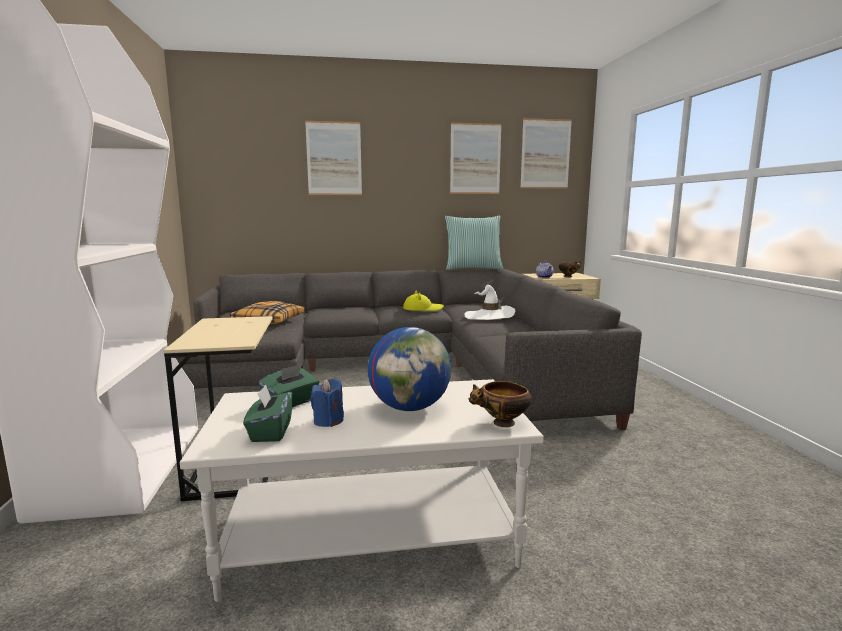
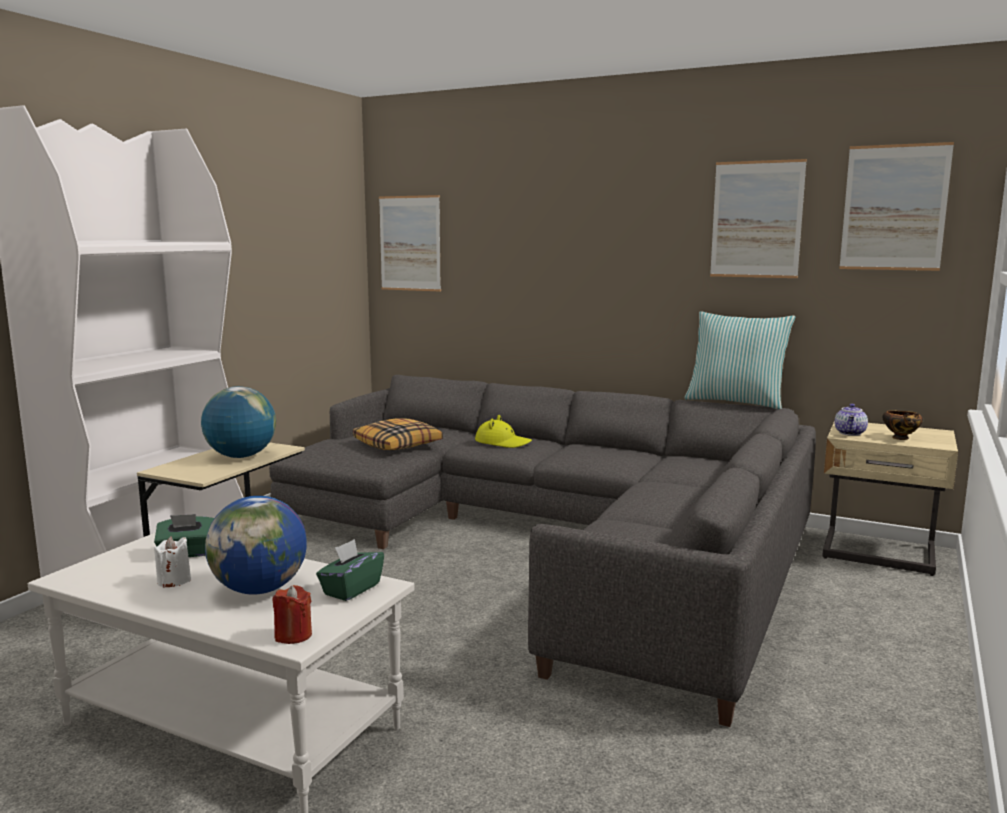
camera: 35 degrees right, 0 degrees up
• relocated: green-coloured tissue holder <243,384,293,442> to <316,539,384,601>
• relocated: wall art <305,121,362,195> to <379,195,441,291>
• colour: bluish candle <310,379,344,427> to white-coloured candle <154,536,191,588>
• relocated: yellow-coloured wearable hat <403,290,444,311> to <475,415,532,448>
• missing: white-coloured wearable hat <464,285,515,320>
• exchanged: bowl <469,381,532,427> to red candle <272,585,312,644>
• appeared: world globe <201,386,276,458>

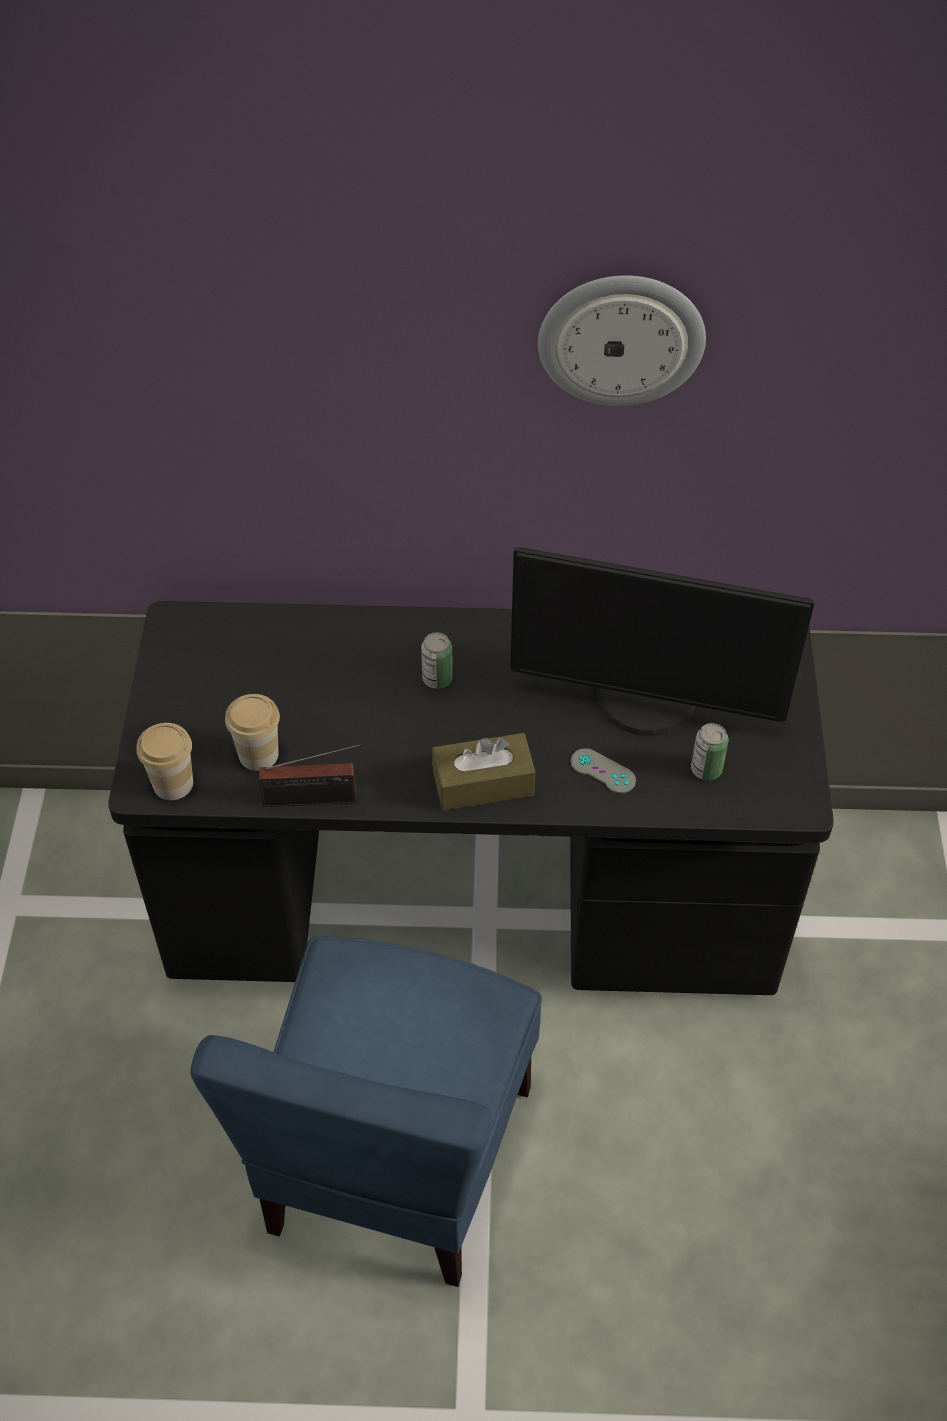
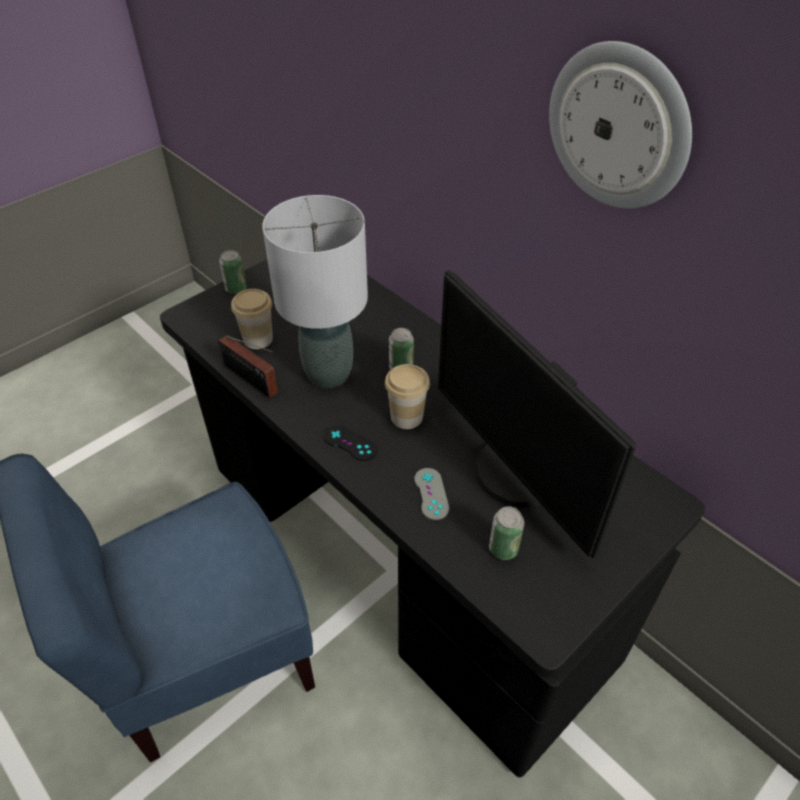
camera: 45 degrees right, 5 degrees down
• relocated: drinking cup <136,723,193,800> to <385,364,430,429>
• exchanged: brownish tissue holder <432,733,535,811> to black game controller <324,425,377,461>
• appeared: sealed can <219,250,247,294>
• appeared: greyish lamp for a table <262,195,368,388>

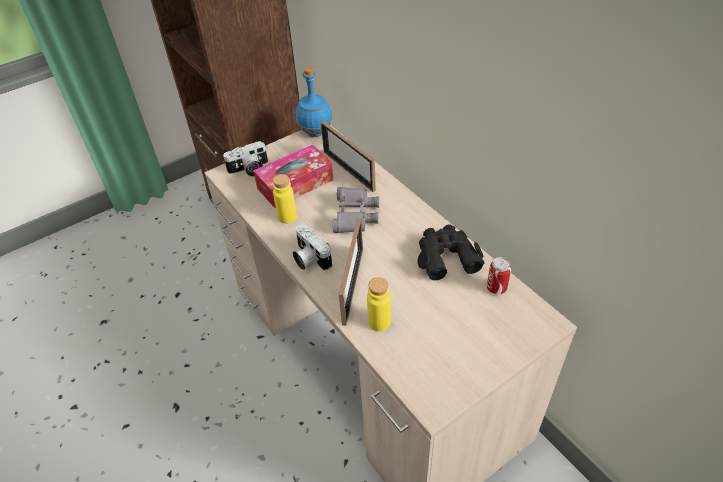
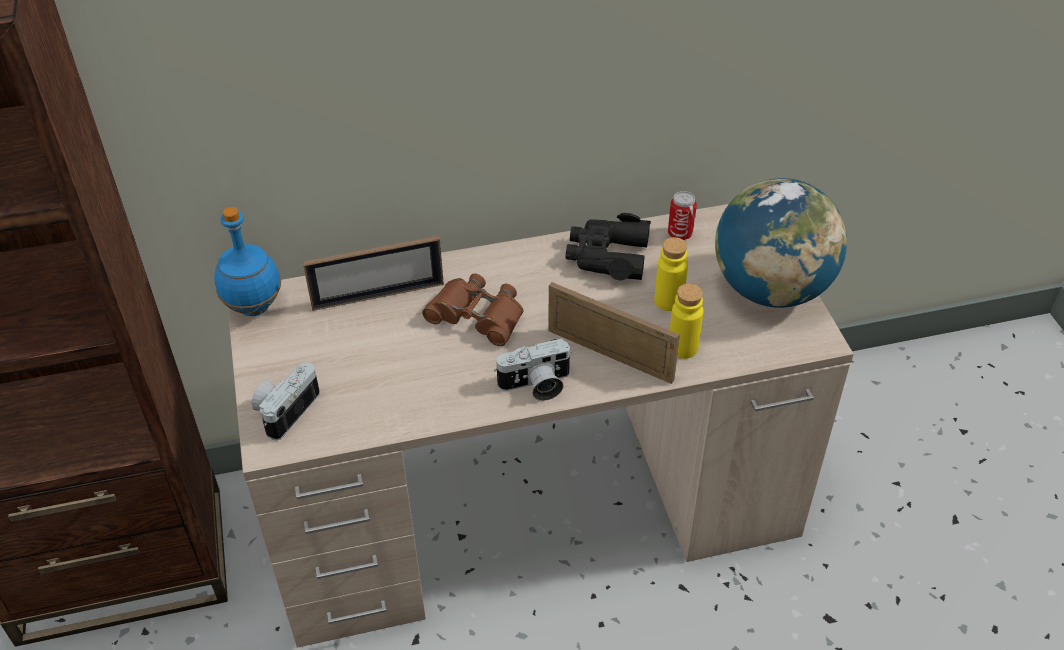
camera: 70 degrees left, 0 degrees up
• spun: still camera <223,141,268,177> = <252,362,320,441> 150 degrees counterclockwise
• missing: tissue holder <253,145,333,208>
• relocated: yellow-coloured bottle <273,174,297,224> to <654,237,688,311>
• colour: greyish binoculars <333,187,379,233> to brownish binoculars <422,273,524,346>
• appeared: world globe <715,178,847,308>

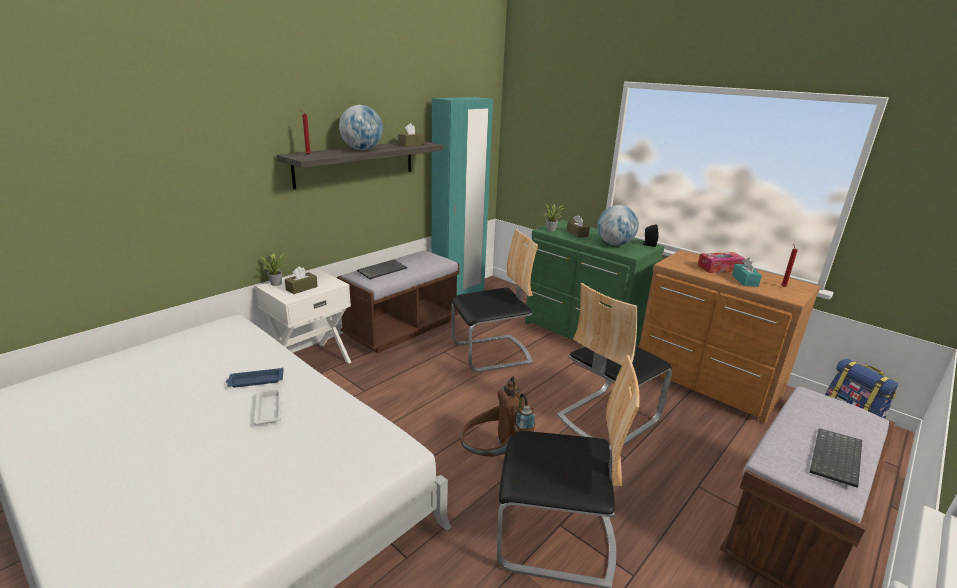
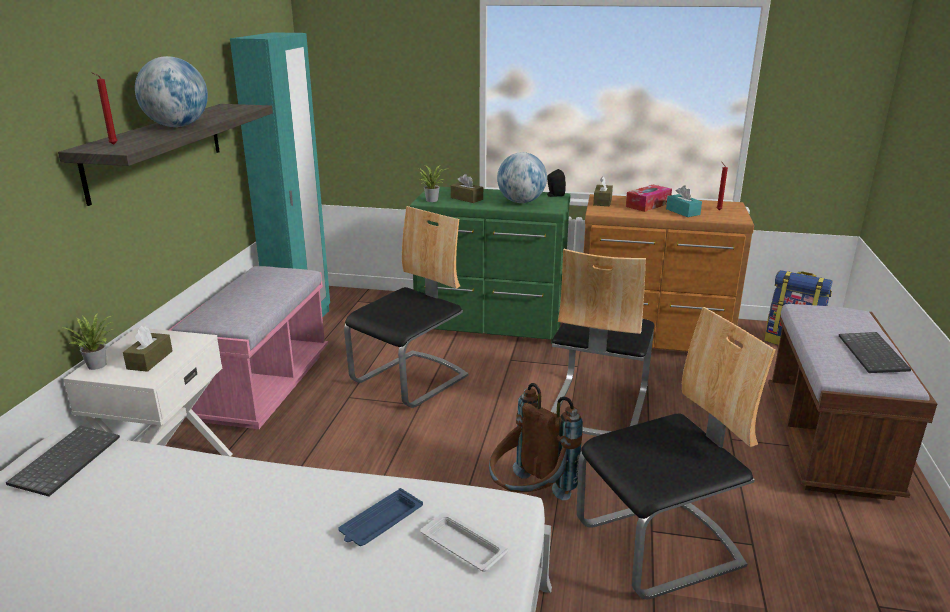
camera: 30 degrees left, 0 degrees up
• relocated: bluish serving tray <226,367,284,388> to <338,488,423,546>
• relocated: white-coloured serving tray <254,388,282,424> to <420,513,508,572>
• colour: brownish bench <337,251,459,353> to pink bench <169,266,328,429>
• relocated: PC keyboard <357,260,407,279> to <6,426,120,496>
• relocated: brownish tissue holder <398,123,425,147> to <593,176,613,206>

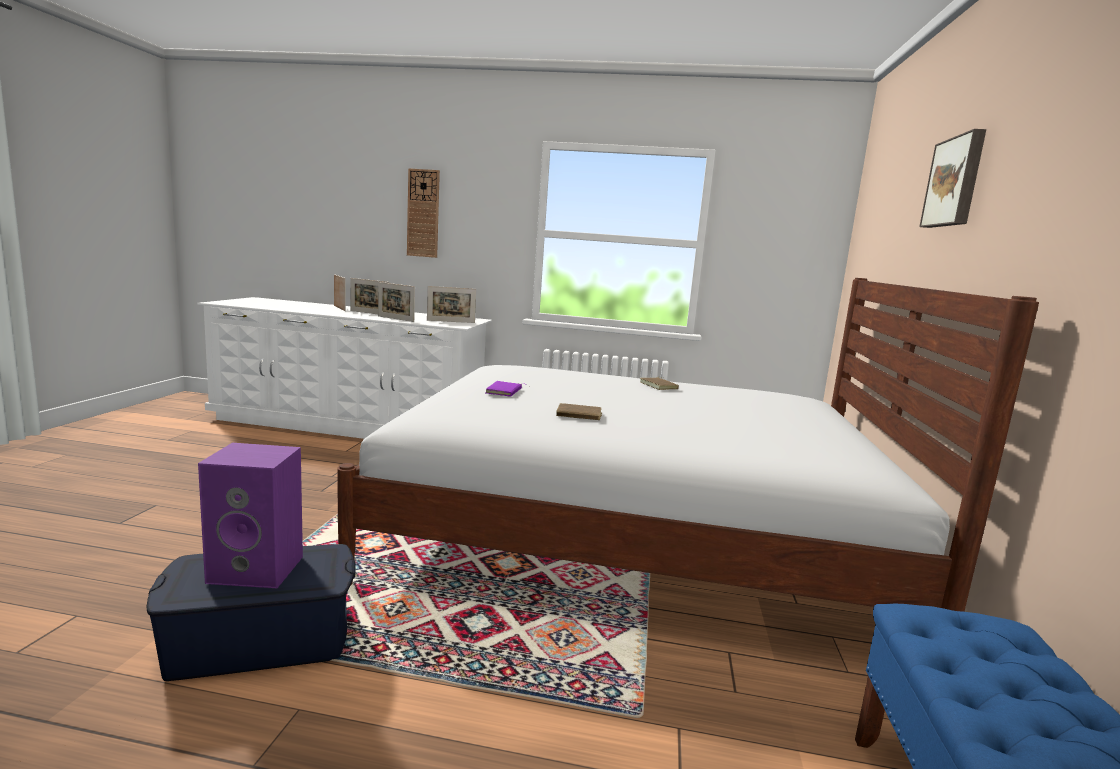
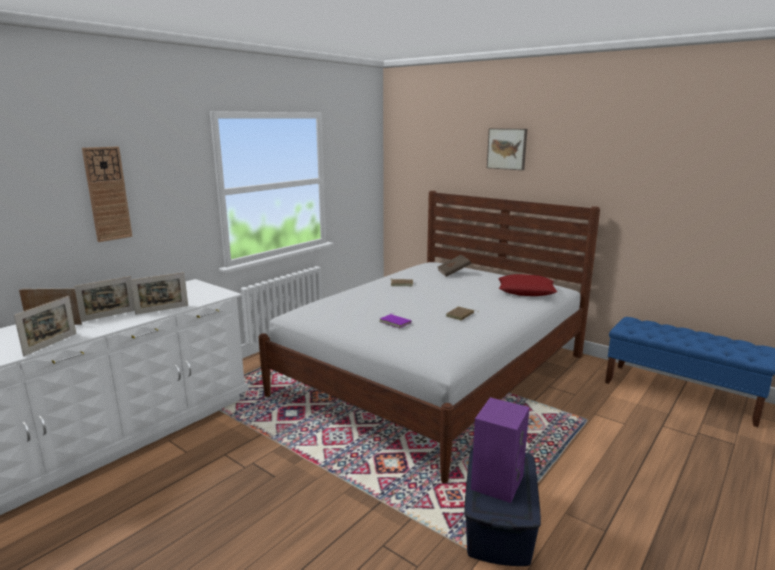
camera: 60 degrees left, 5 degrees up
• relocated: photo frame <427,286,476,323> to <14,296,76,356>
• appeared: brownish volume <437,255,471,277>
• appeared: red throw pillow <498,274,557,296>

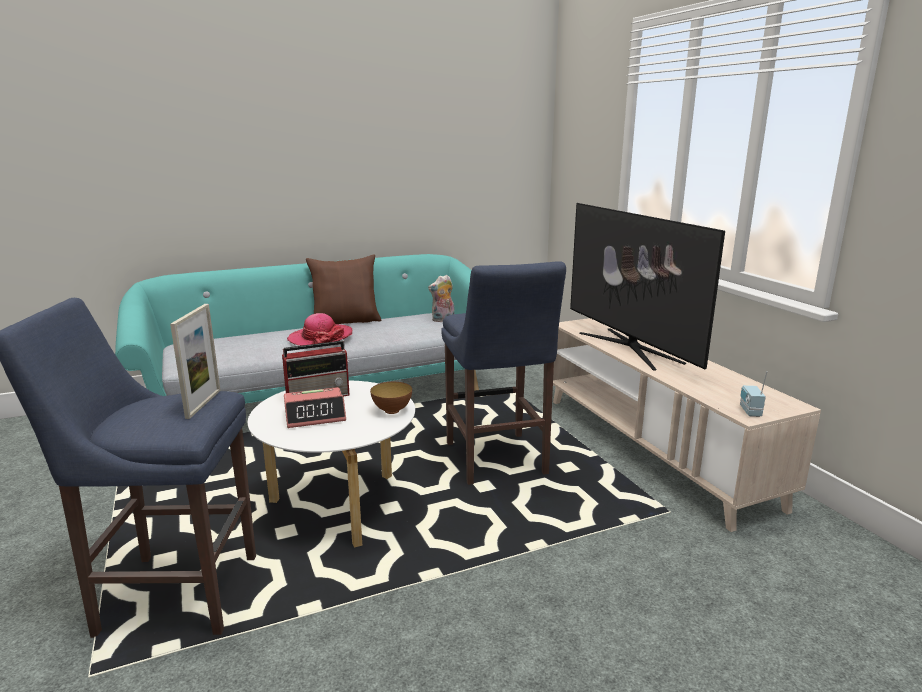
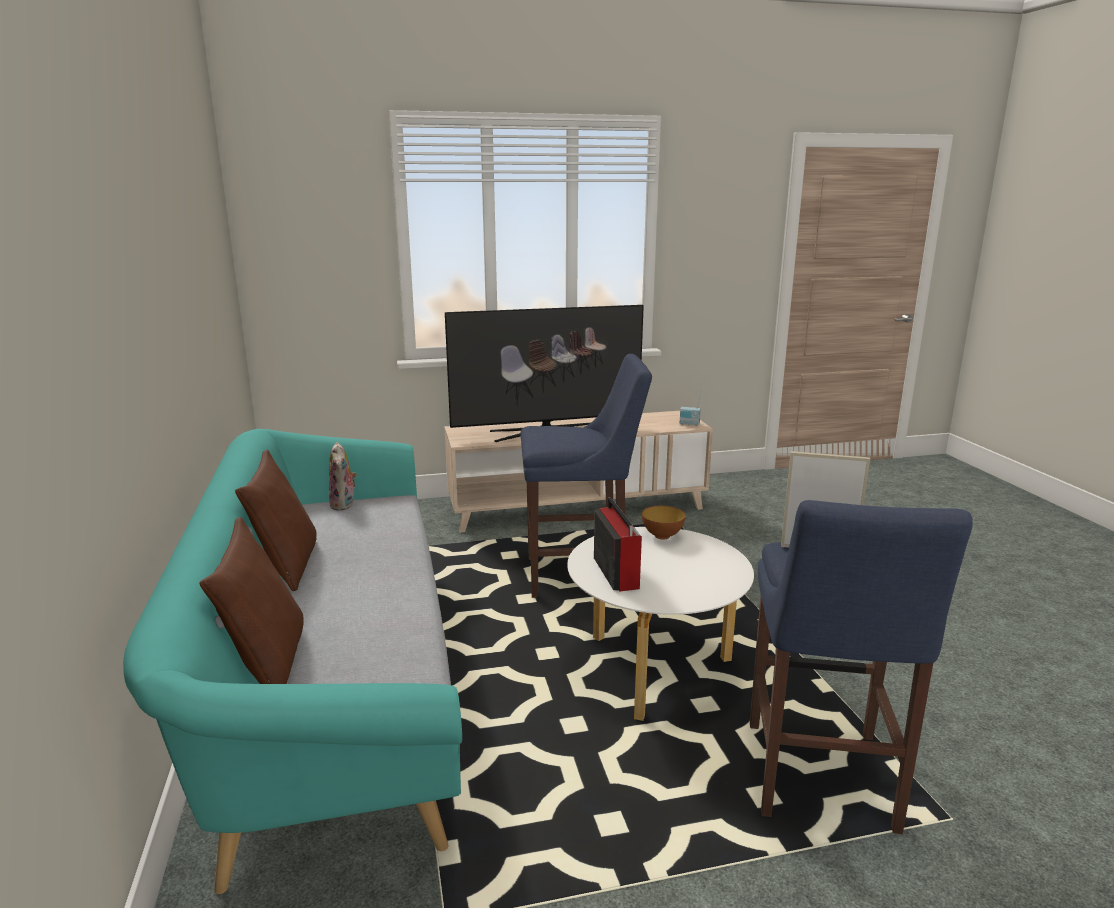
camera: 80 degrees left, 0 degrees up
• missing: bedside clock <284,387,346,428>
• missing: wearable hat <287,313,353,346>
• appeared: brownish throw pillow <200,517,304,684>

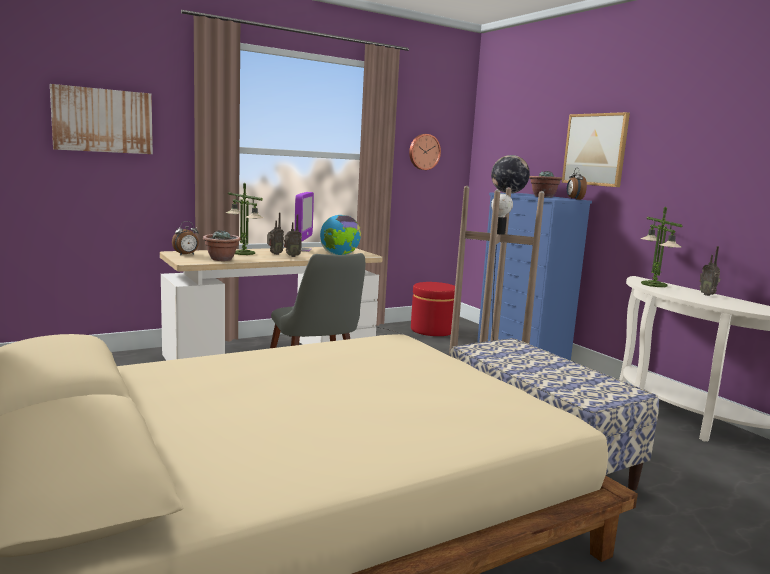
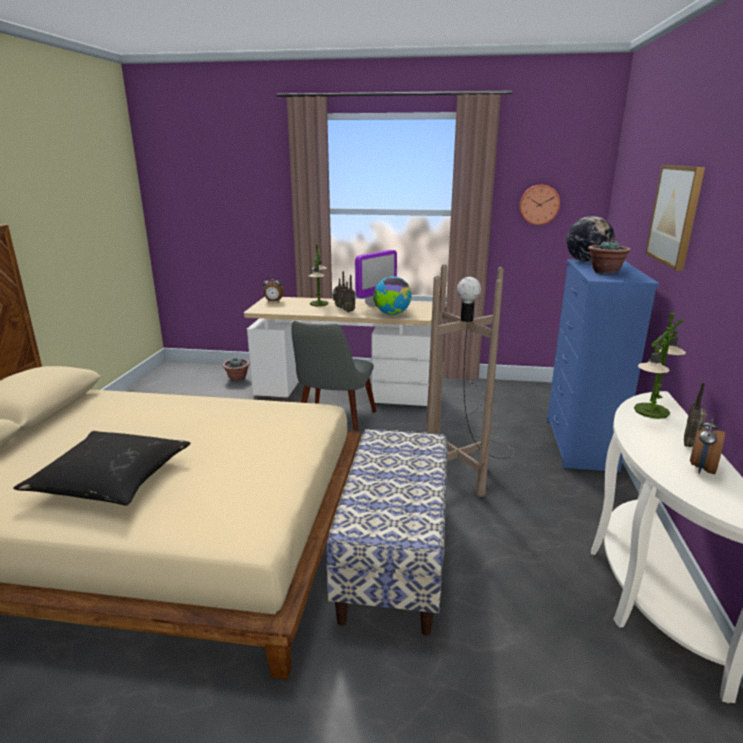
camera: 40 degrees right, 10 degrees up
• missing: wall art <50,84,153,154>
• relocated: potted plant <203,230,241,261> to <223,358,250,381>
• missing: red pouffe <411,282,455,336>
• relocated: bedside clock <567,168,587,200> to <690,415,725,474>
• appeared: black throw pillow <14,431,190,505>

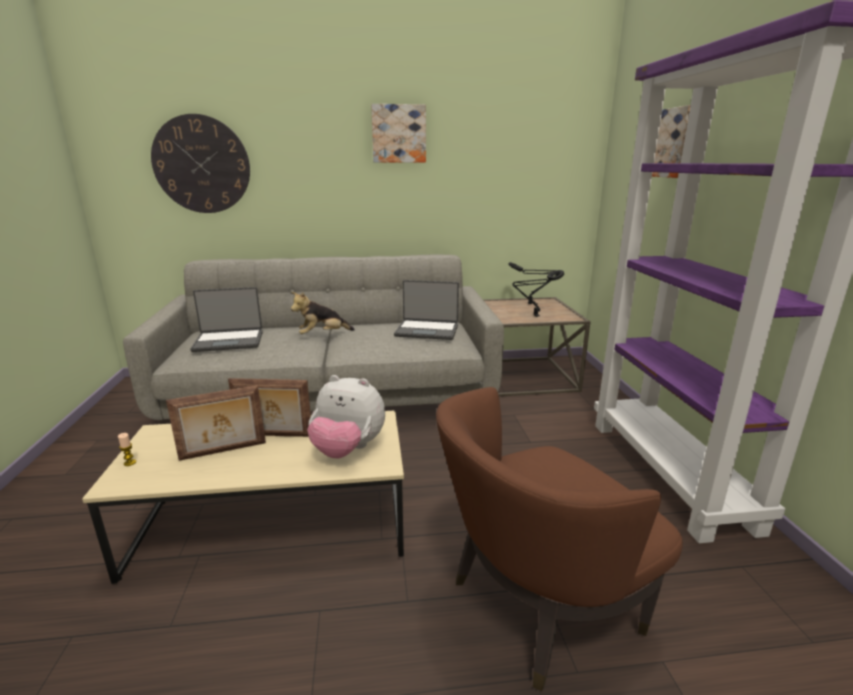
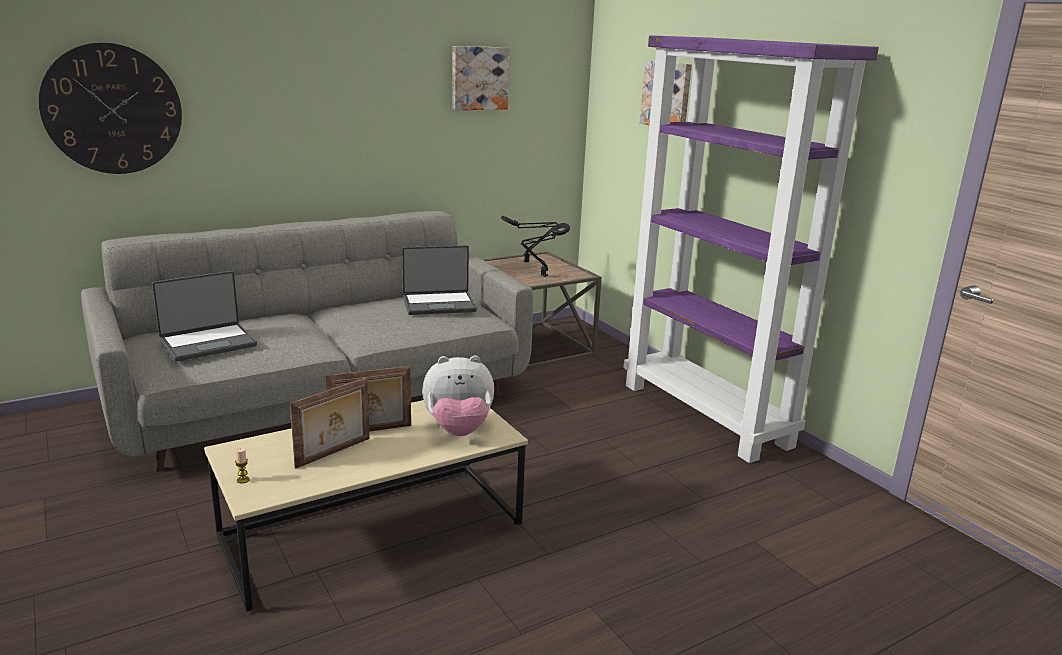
camera: 25 degrees left, 0 degrees up
• missing: plush toy <291,292,355,334>
• relocated: wall art <371,104,426,163> to <452,46,510,110>
• missing: brownish easy chair <436,387,683,691>

